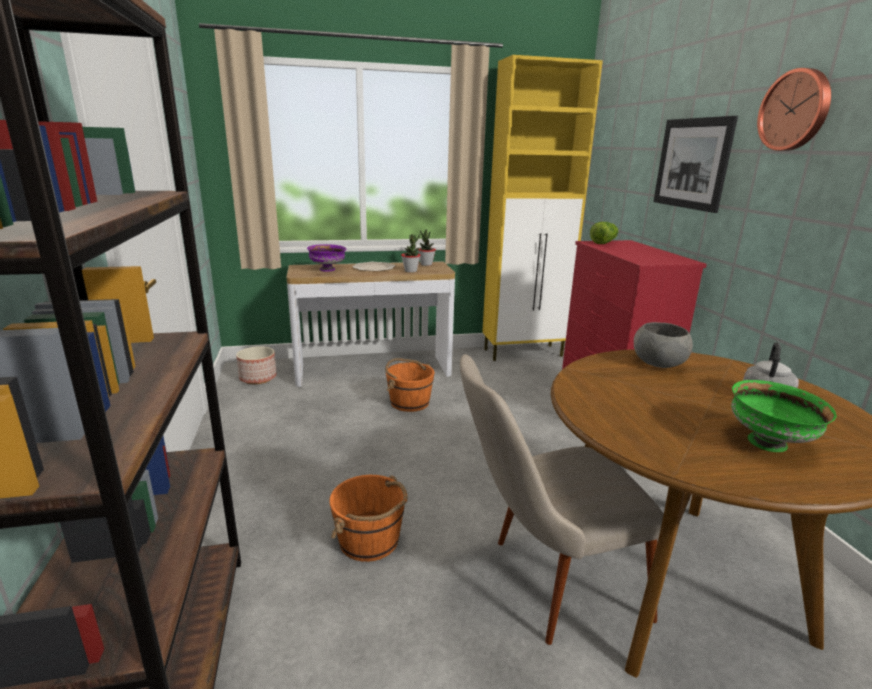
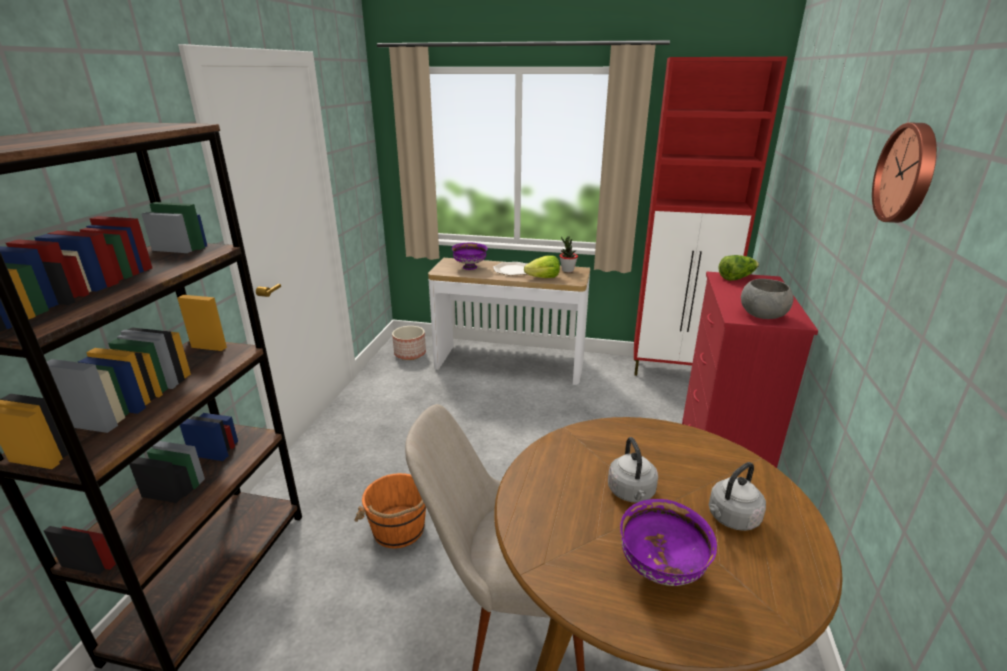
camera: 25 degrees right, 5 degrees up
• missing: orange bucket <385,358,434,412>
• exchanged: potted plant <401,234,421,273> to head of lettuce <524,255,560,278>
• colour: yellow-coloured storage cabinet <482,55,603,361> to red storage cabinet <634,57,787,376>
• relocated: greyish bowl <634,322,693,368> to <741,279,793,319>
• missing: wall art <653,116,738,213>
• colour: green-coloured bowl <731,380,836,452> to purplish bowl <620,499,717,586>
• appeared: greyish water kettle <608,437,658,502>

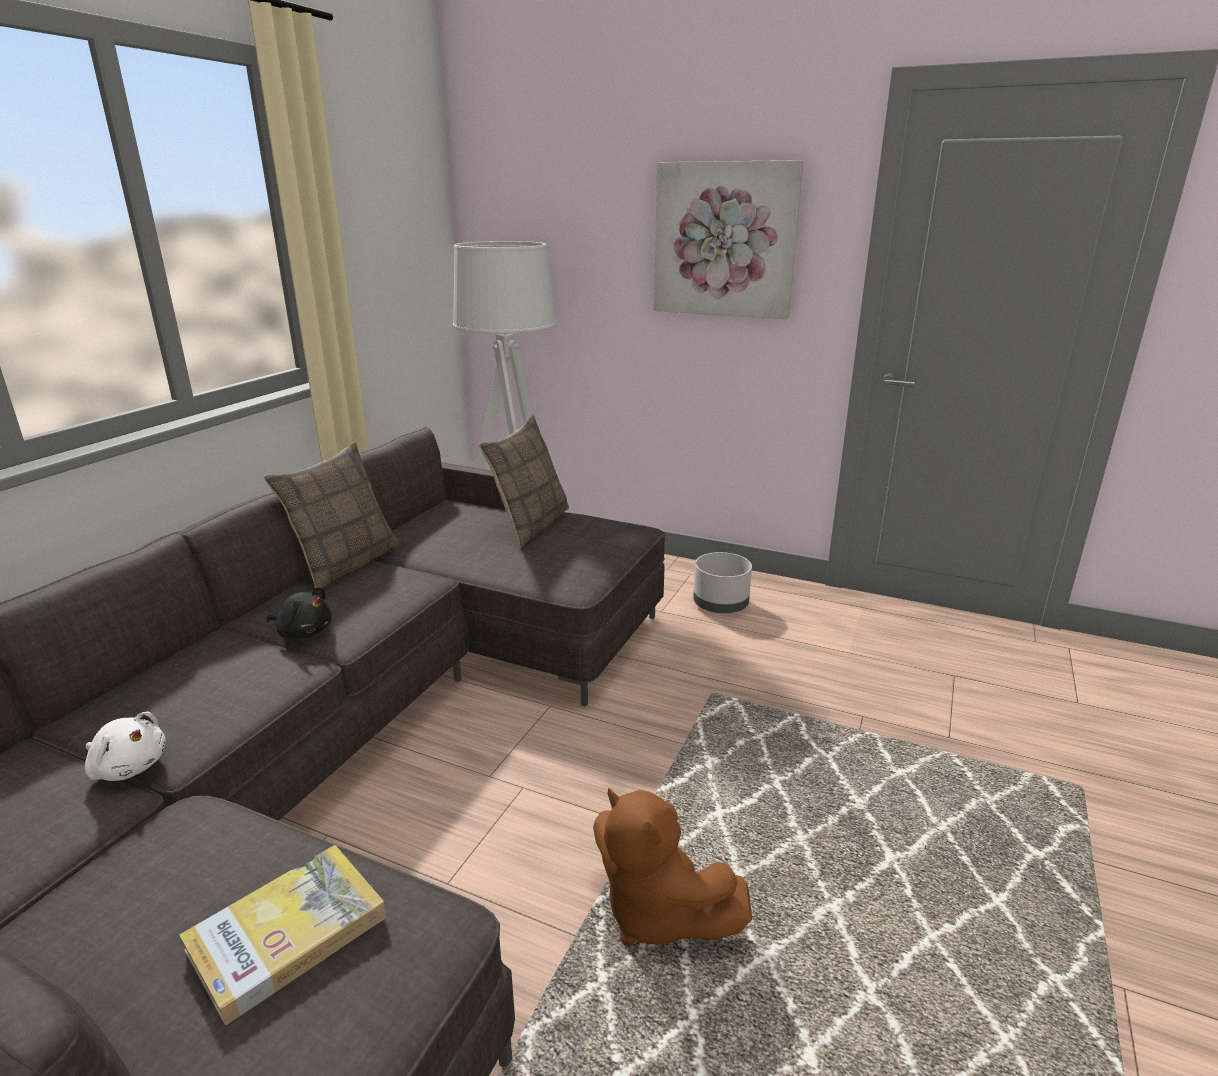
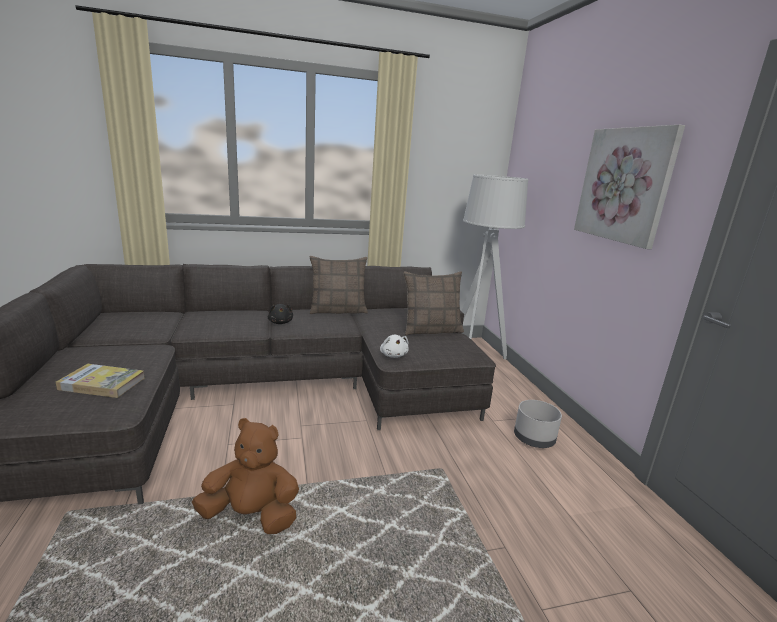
camera: 50 degrees right, 5 degrees down
• relocated: white-coloured plush toy <85,711,166,781> to <380,335,409,358>
• spun: brownish plush toy <593,788,752,947> = <192,418,299,534> 90 degrees clockwise

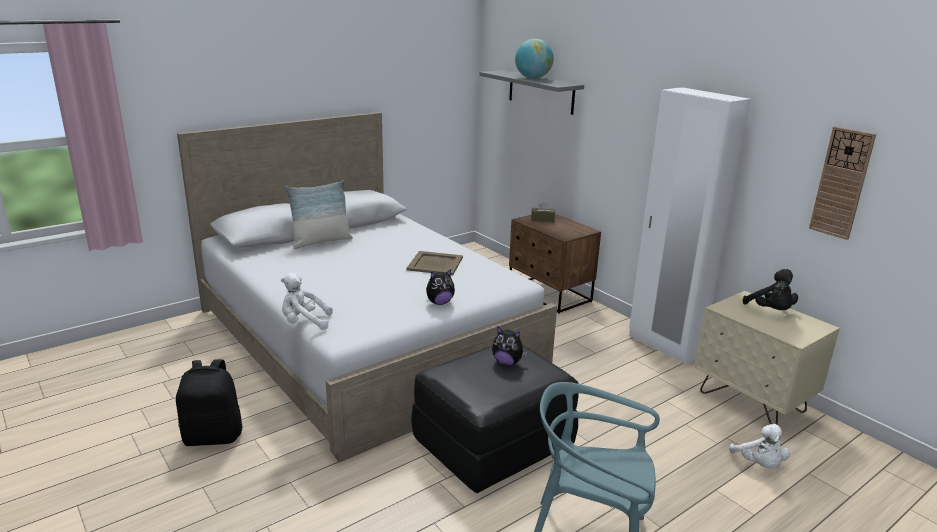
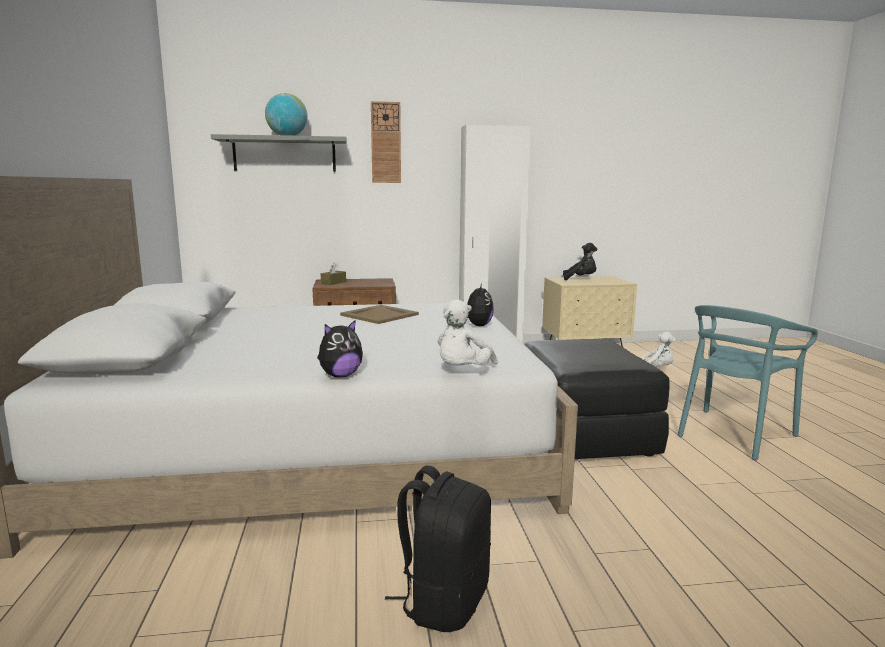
camera: 60 degrees left, 10 degrees down
• missing: throw pillow <285,181,353,249>
• relocated: plush toy <492,326,528,365> to <317,320,363,378>
• relocated: hanging clock <809,127,876,240> to <371,101,401,183>

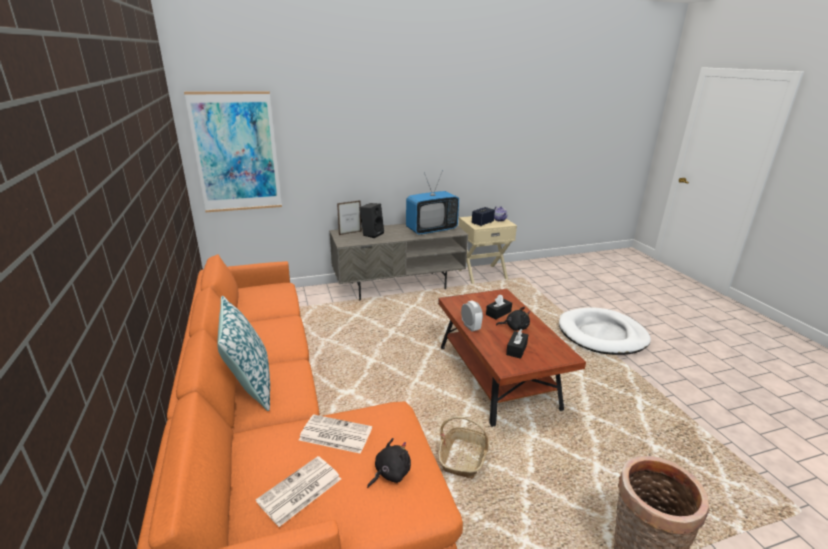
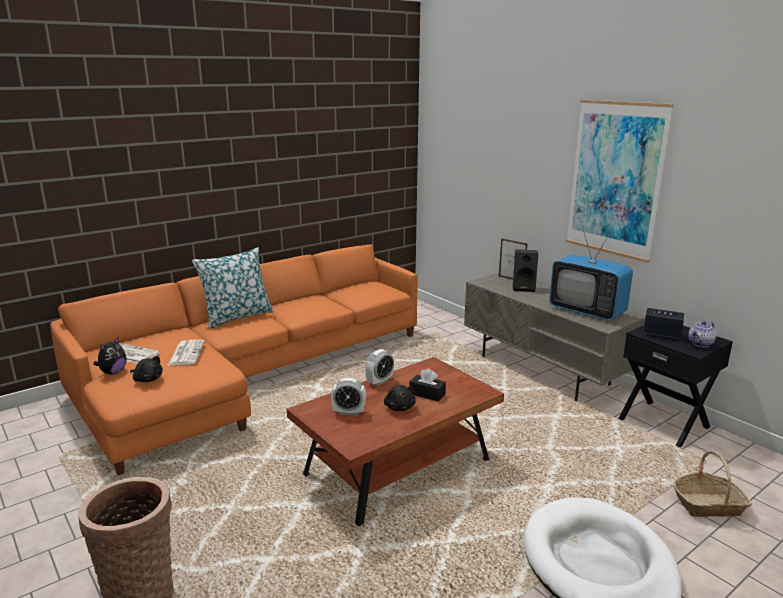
camera: 70 degrees right, 5 degrees down
• relocated: wall art <184,91,282,212> to <566,100,674,263>
• relocated: basket <439,416,489,479> to <673,451,752,517>
• colour: beige night table <459,216,517,284> to black night table <618,326,733,447>
• exchanged: black tissue holder <506,329,528,359> to bedside clock <331,378,366,416>
• appeared: plush toy <94,337,126,375>

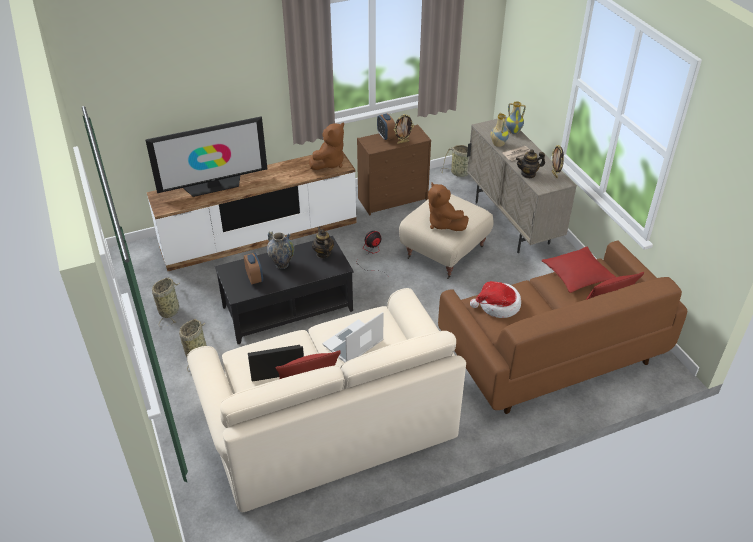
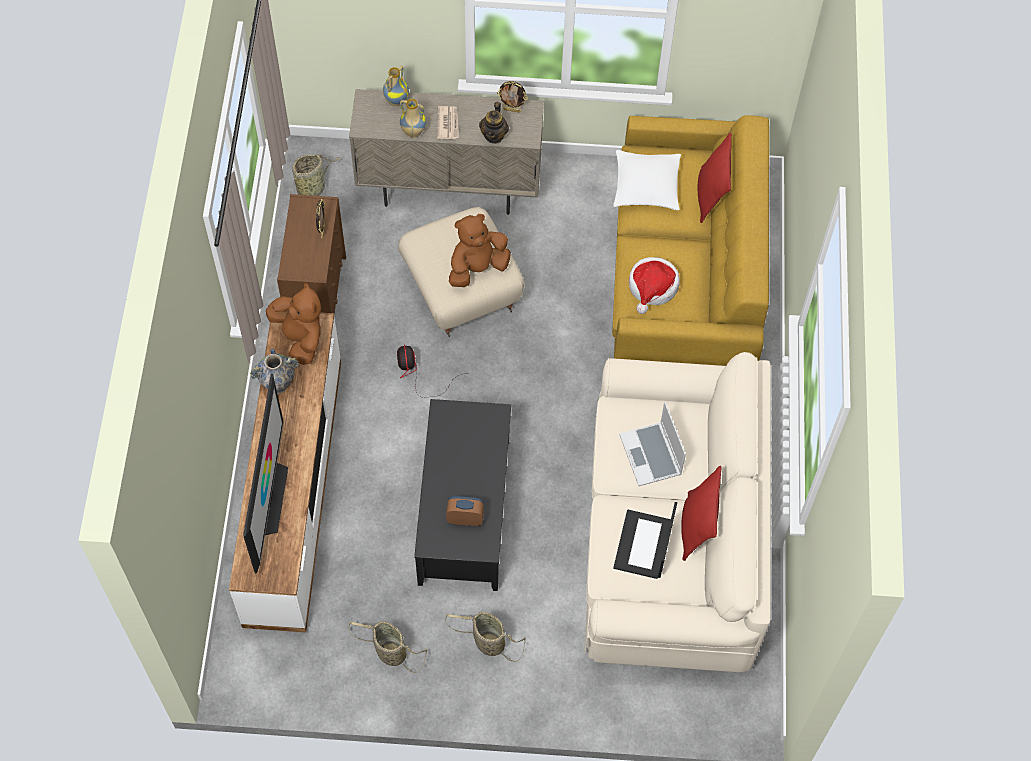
camera: 65 degrees left, 20 degrees up
• relocated: flower vase <267,231,294,269> to <250,349,299,393>
• missing: teapot <312,227,334,258>
• missing: bedside clock <377,113,395,140>
• spun: brownish plush toy <428,182,469,231> = <449,214,511,287> 150 degrees clockwise
• colour: brownish couch <438,241,687,414> to yellow-coloured couch <612,115,769,366>
• colour: red throw pillow <542,247,616,293> to white-coloured throw pillow <613,150,681,210>

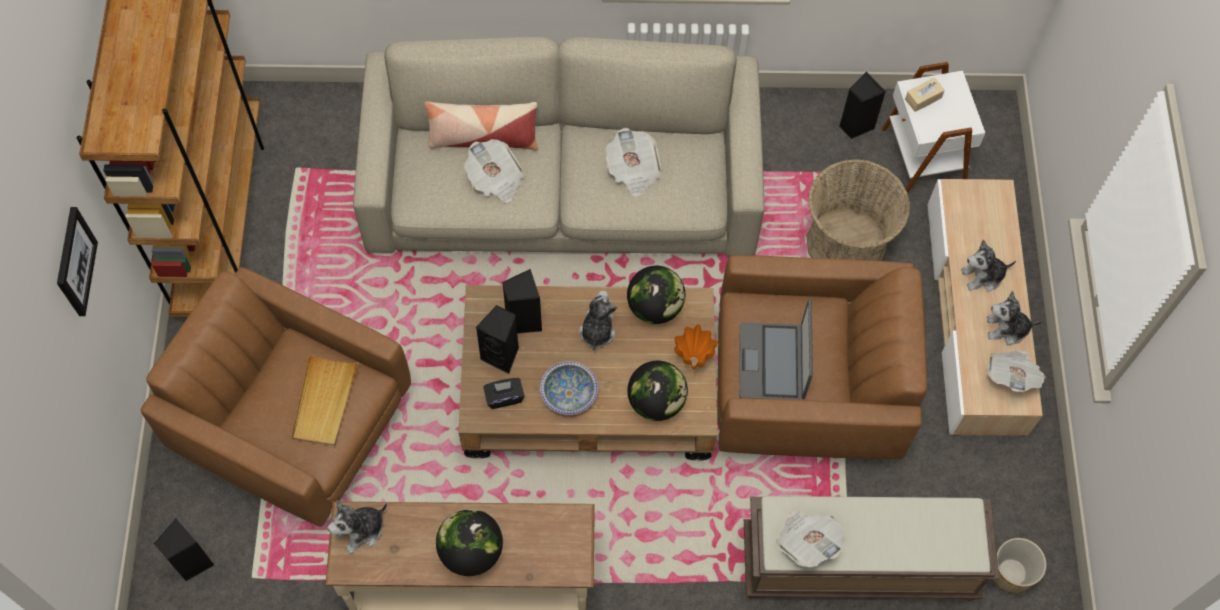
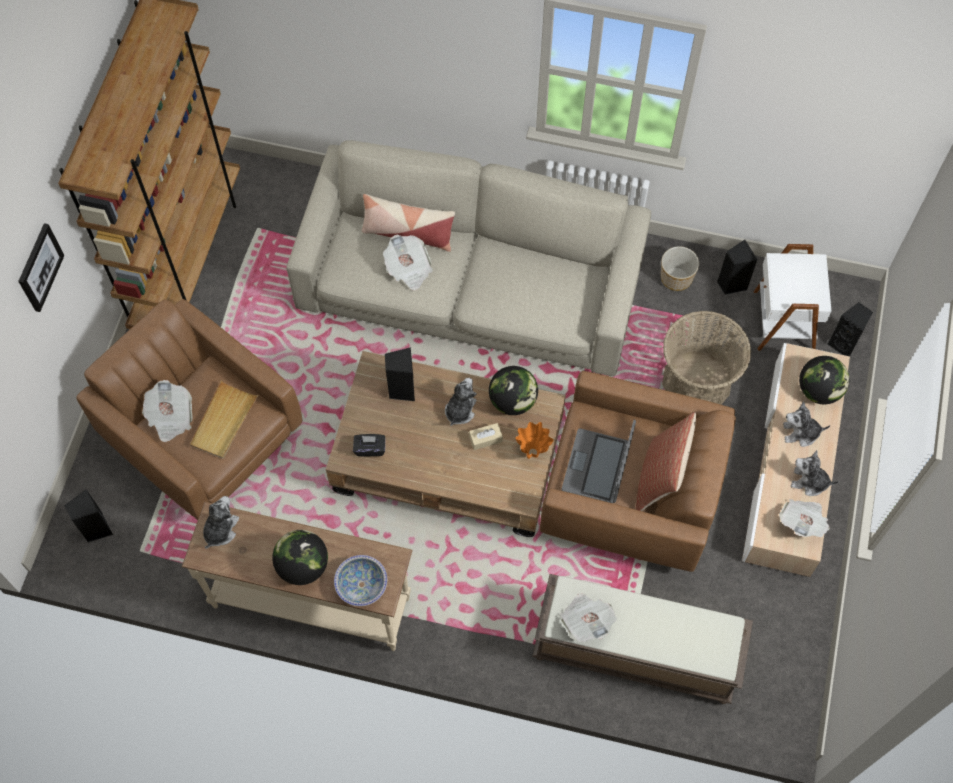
camera: 15 degrees right, 0 degrees up
• spun: plush toy <328,500,387,554> = <203,496,239,549> 135 degrees clockwise
• relocated: black audio speaker <476,305,519,374> to <827,302,873,356>
• relocated: bowl <540,361,598,415> to <334,555,387,606>
• relocated: printed paper <606,128,662,197> to <142,380,192,442>
• relocated: world globe <627,361,688,421> to <799,356,849,404>
• relocated: beige tissue holder <905,78,945,112> to <469,423,503,450>
• relocated: planter <993,538,1046,593> to <661,246,699,291>
• appeared: throw pillow <636,412,696,511>

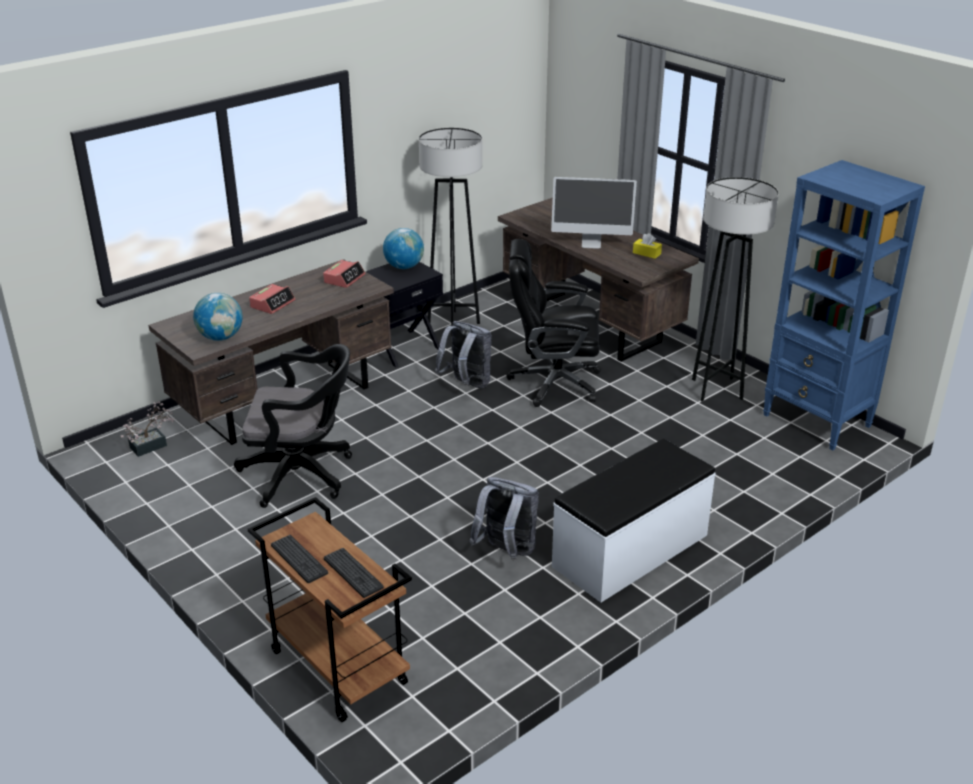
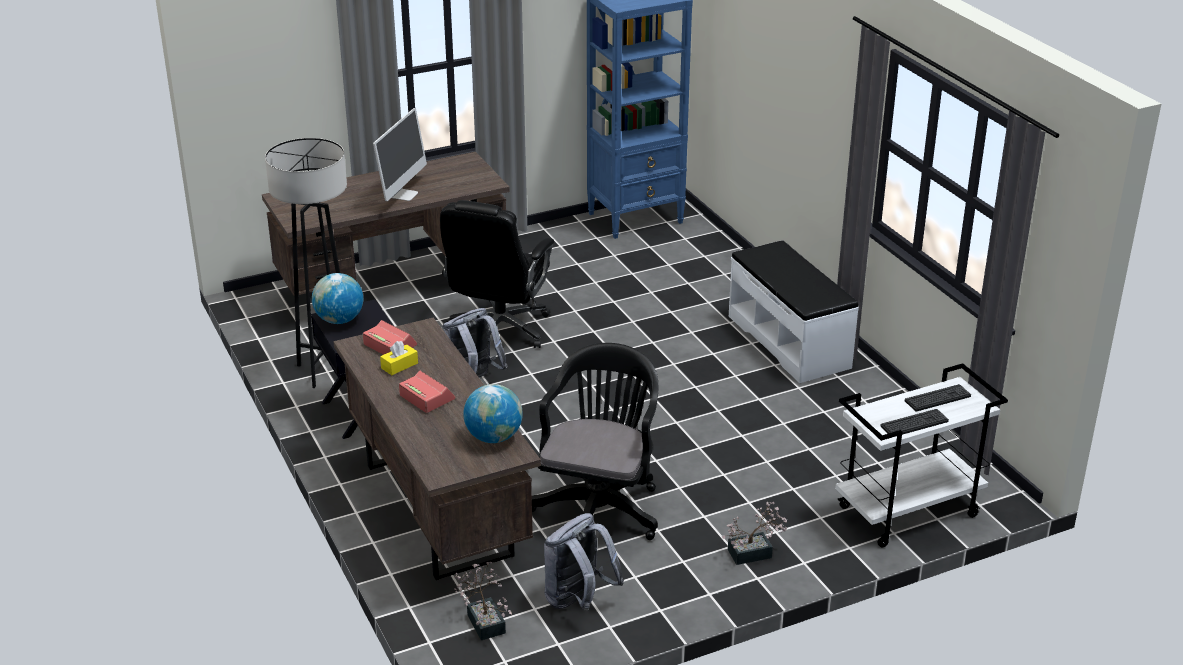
camera: 75 degrees left, 0 degrees up
• colour: brownish trolley <248,497,412,722> to white-coloured trolley <835,363,1008,548>
• relocated: greyish rucksack <469,477,539,560> to <544,513,624,611>
• relocated: yellow-coloured tissue holder <633,233,662,259> to <380,341,418,375>
• missing: black floor lamp <692,177,779,401>
• appeared: potted plant <722,502,787,565>

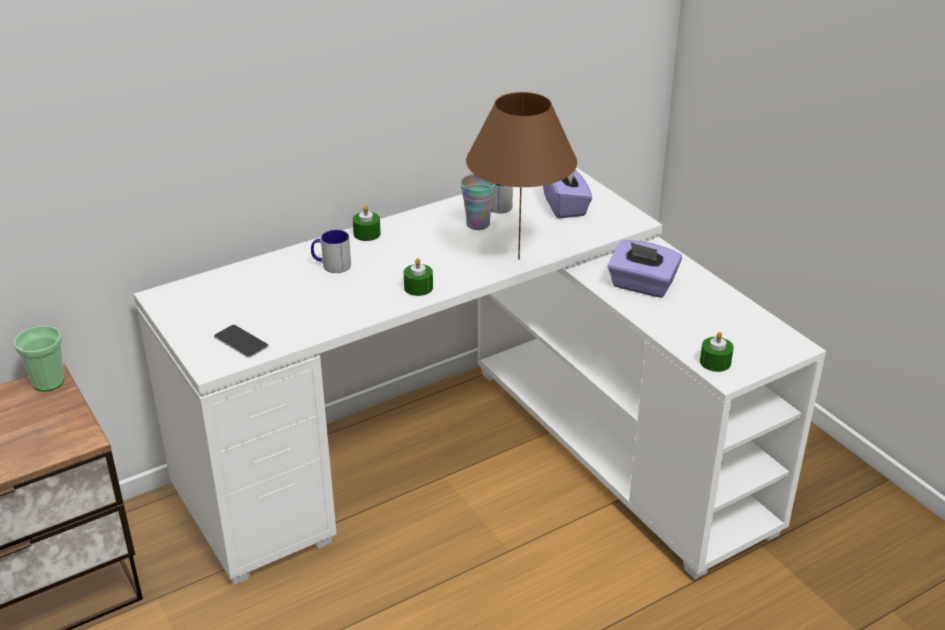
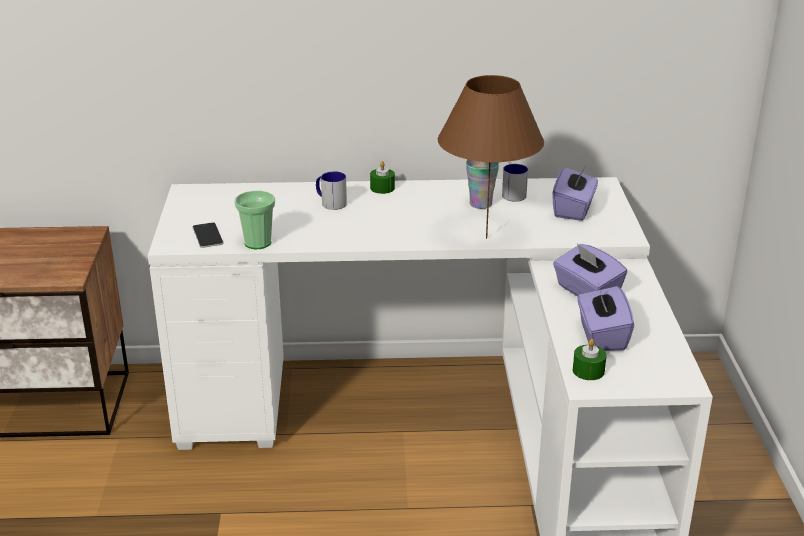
camera: 30 degrees right, 5 degrees down
• relocated: drinking cup <14,326,64,392> to <234,191,275,249>
• missing: green-coloured candle <404,258,433,296>
• appeared: purplish tissue holder <577,283,634,351>

